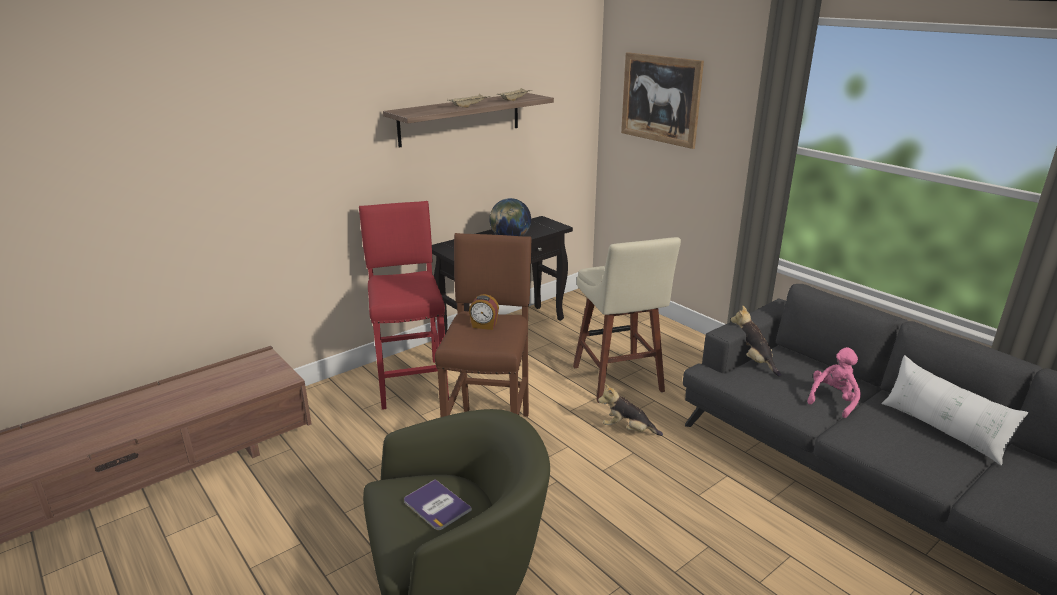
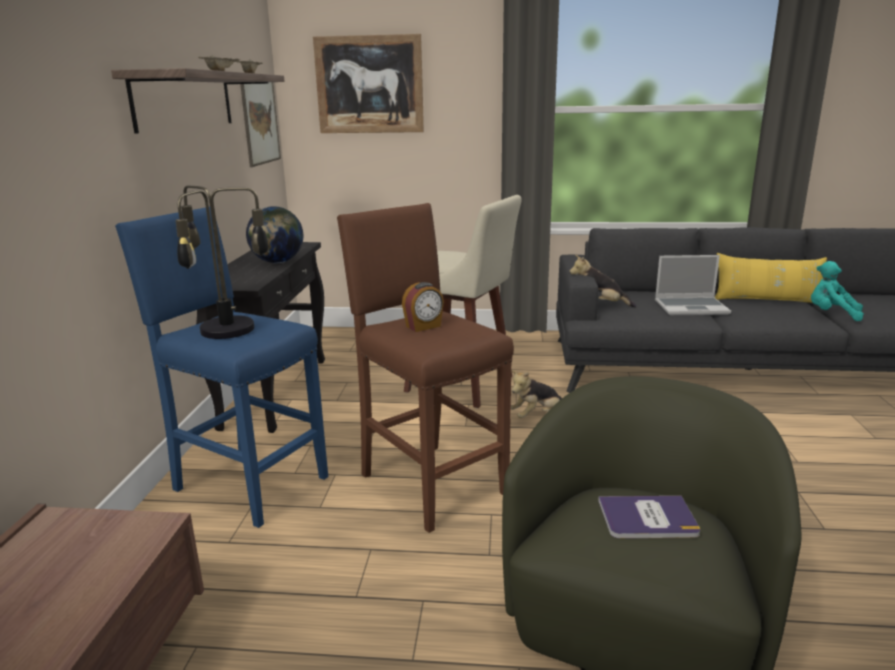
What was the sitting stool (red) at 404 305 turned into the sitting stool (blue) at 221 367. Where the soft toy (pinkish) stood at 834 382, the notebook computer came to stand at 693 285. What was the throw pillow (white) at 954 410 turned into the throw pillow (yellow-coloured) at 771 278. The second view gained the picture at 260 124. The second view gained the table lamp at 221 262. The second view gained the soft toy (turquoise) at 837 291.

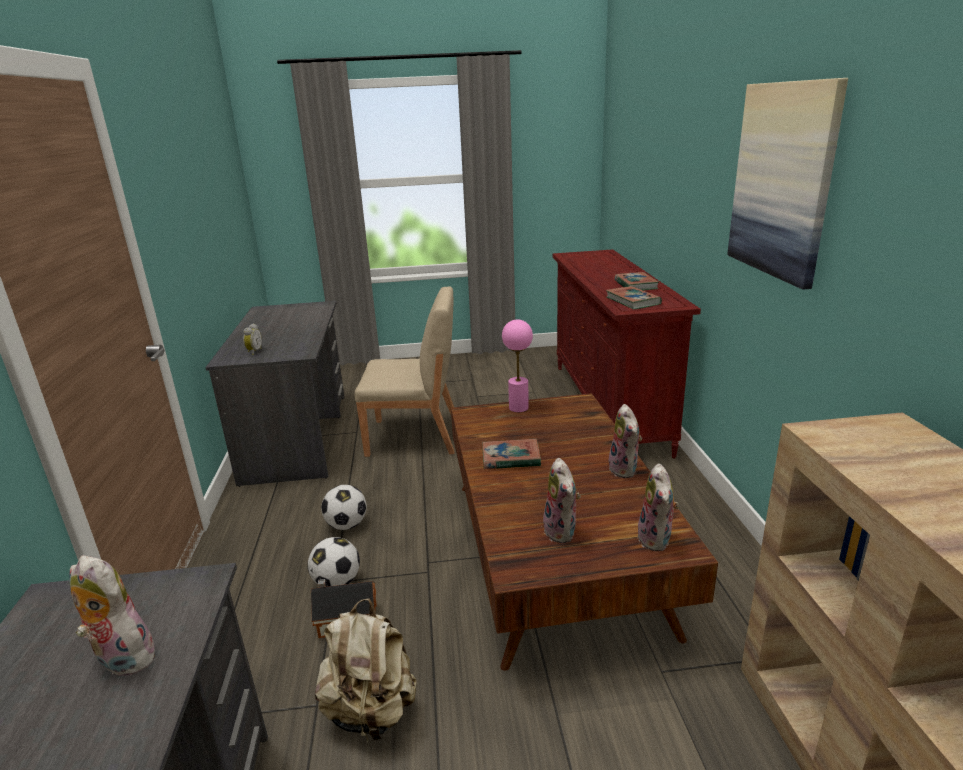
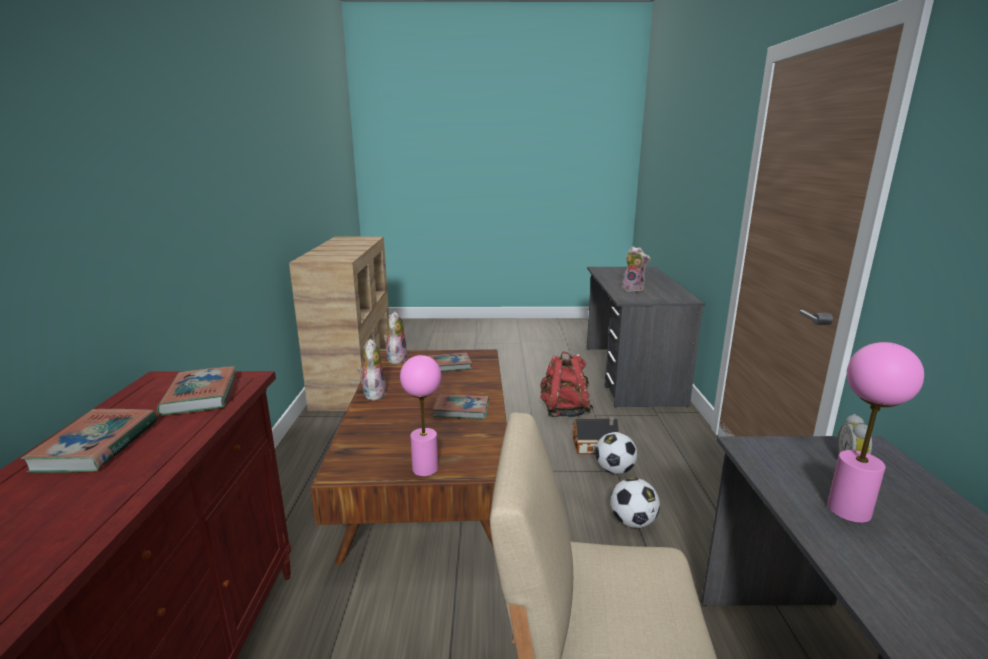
The second view lost the picture at 787 184. Where the soft toy stood at 561 500, the volume came to stand at 450 362. What was the backpack (beige-coloured) at 366 670 turned into the backpack (red) at 567 384. The second view gained the table lamp (pinkish) at 875 432.

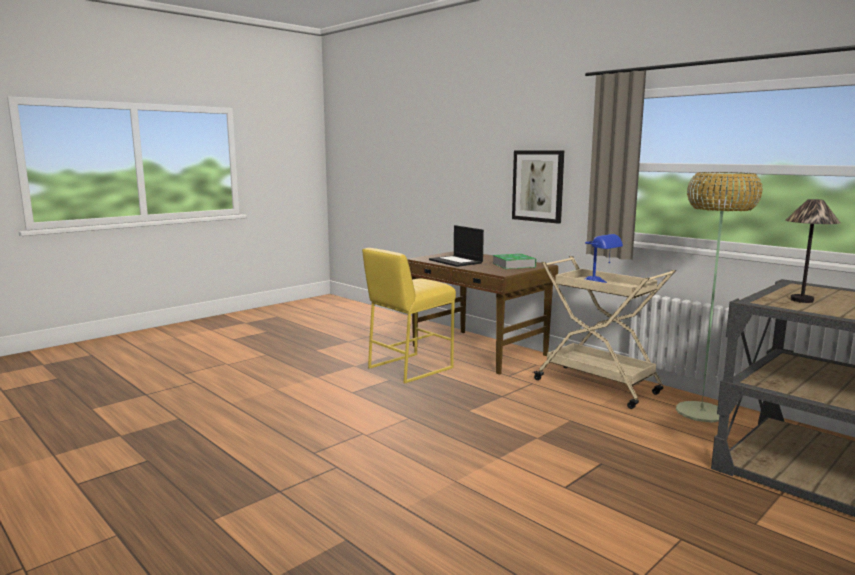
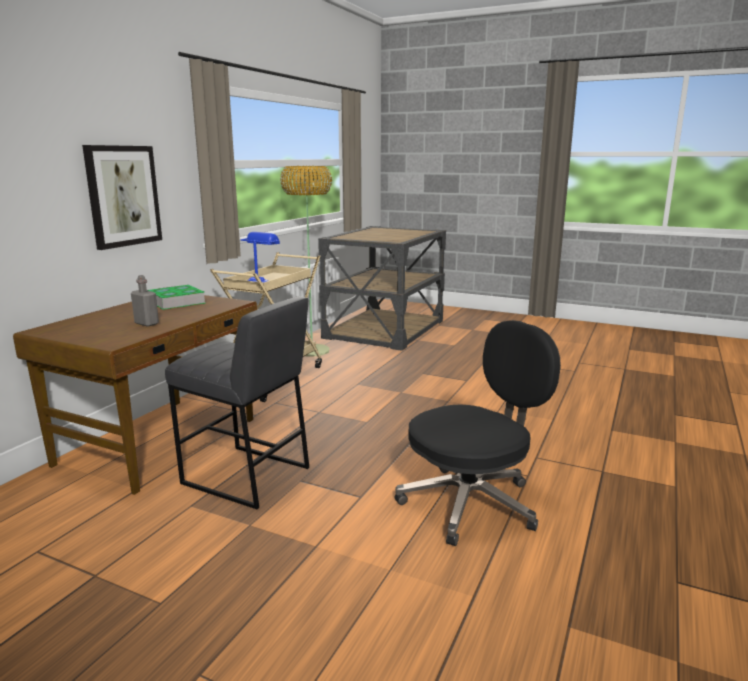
The second view lost the table lamp at 813 251. Where the notebook computer stood at 456 246, the beverage bottle (gray) came to stand at 145 301. What was the sitting stool (yellow-coloured) at 409 315 turned into the sitting stool (gray) at 237 402. The second view gained the desk chair (black) at 478 433.

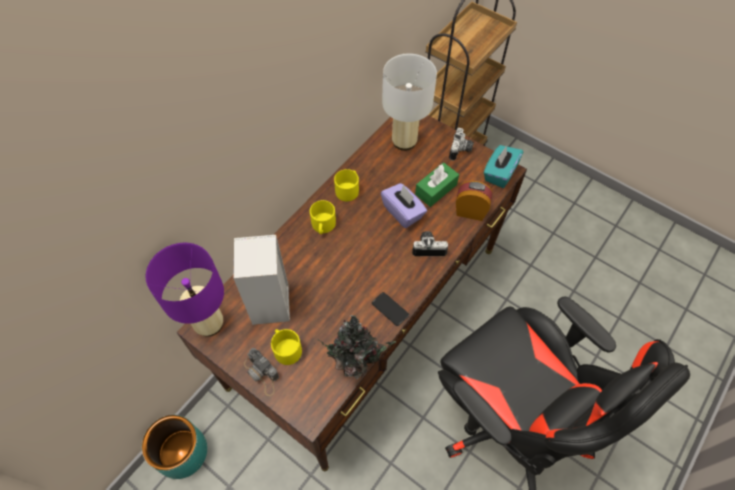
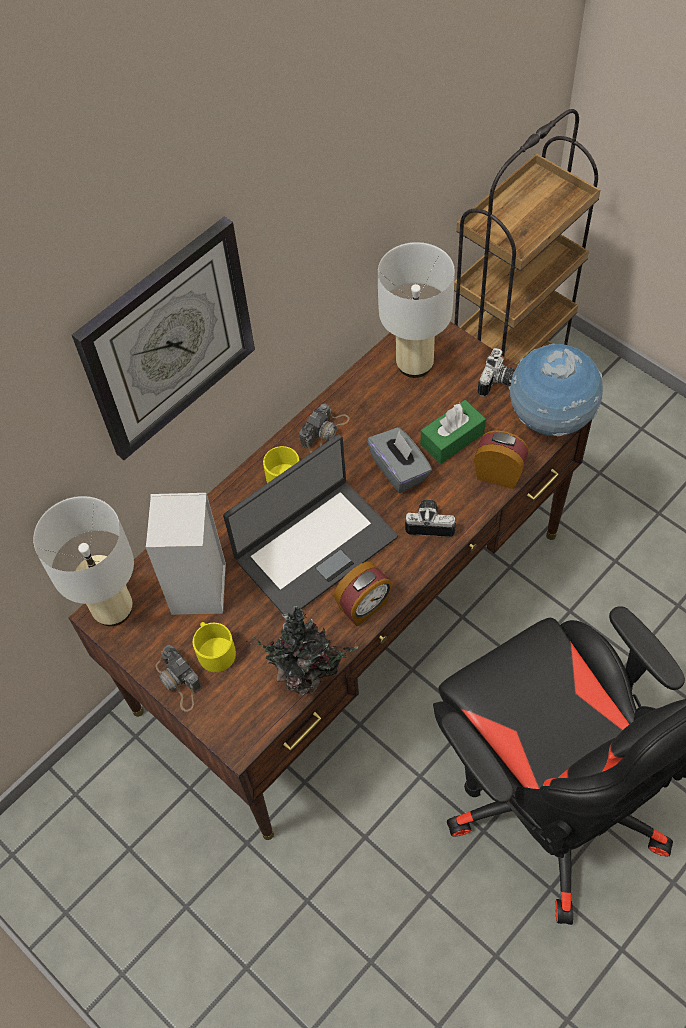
Where the tissue holder (turquoise) stood at 503 166, the world globe came to stand at 556 390. Where the mug (yellow-coloured) stood at 346 185, the still camera came to stand at 325 428. What was the tissue holder (purplish) at 404 205 turned into the tissue holder (gray) at 399 460. What was the table lamp (purplish) at 185 290 turned into the table lamp (white) at 83 561. Where the handset stood at 390 309, the table clock came to stand at 363 593. The second view lost the plant pot (turquoise) at 174 447. The second view gained the hanging clock at 163 338. The second view gained the notebook computer at 310 524.

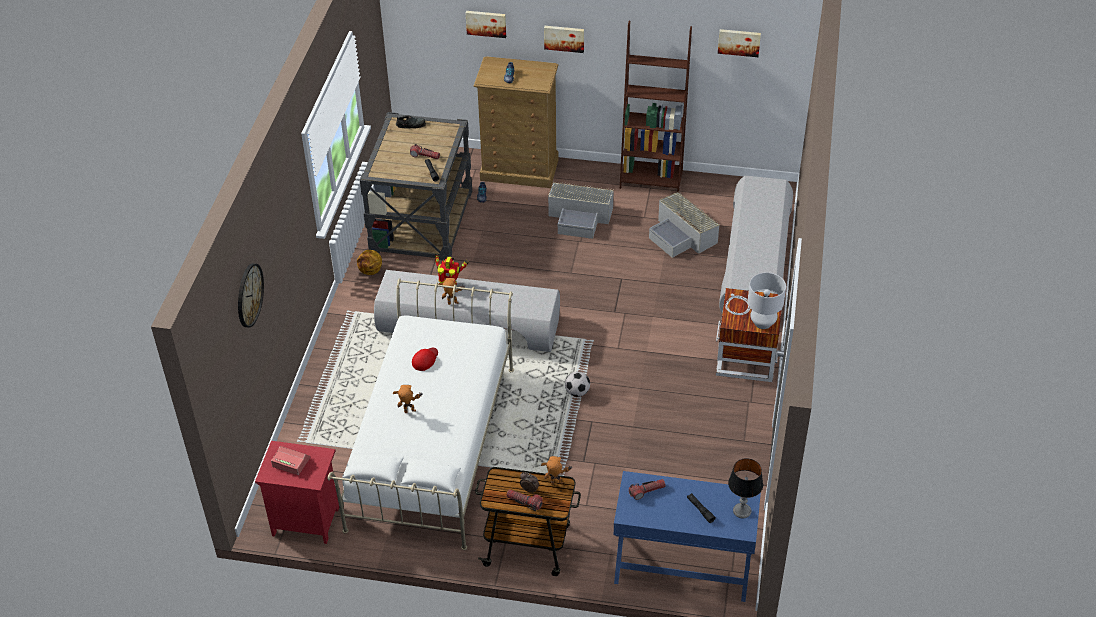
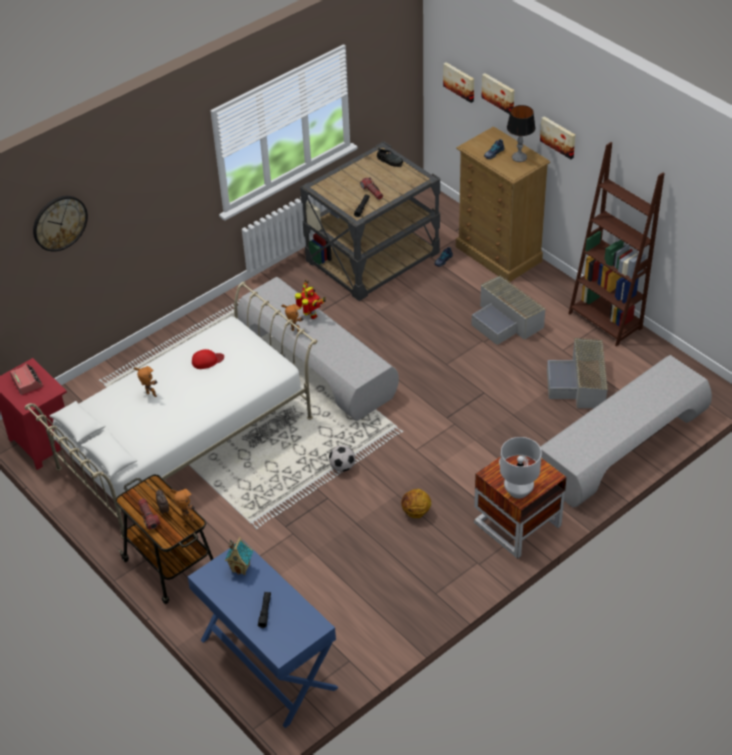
The picture ended up elsewhere, having gone from 739 43 to 458 82. The basketball ball ended up elsewhere, having gone from 369 262 to 416 503. The table lamp ended up elsewhere, having gone from 745 488 to 521 133. Where the hand torch stood at 647 489, the model house came to stand at 239 556.

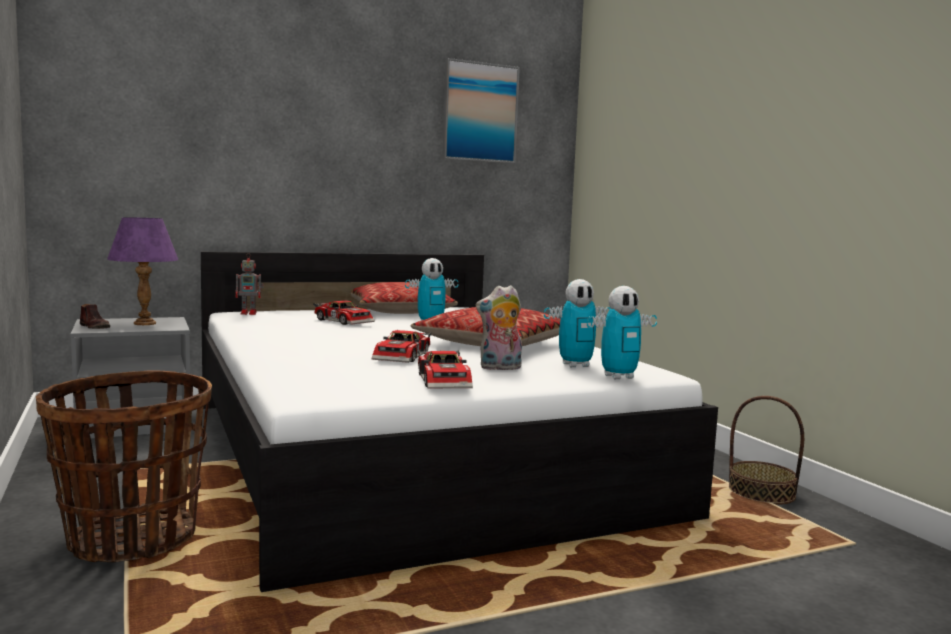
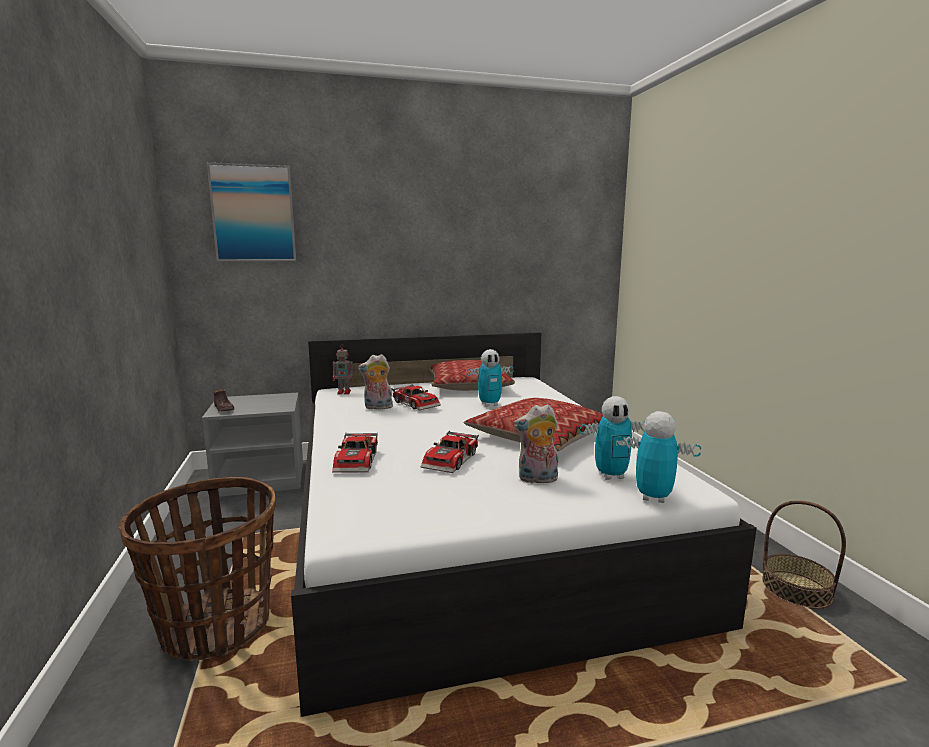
The picture ended up elsewhere, having gone from 481 110 to 251 211. The second view lost the table lamp (purplish) at 142 271. The model robot at 622 332 ended up facing another way, 150 degrees counterclockwise from before. The toy car ended up elsewhere, having gone from 445 369 to 355 452. The second view gained the soft toy at 375 382.

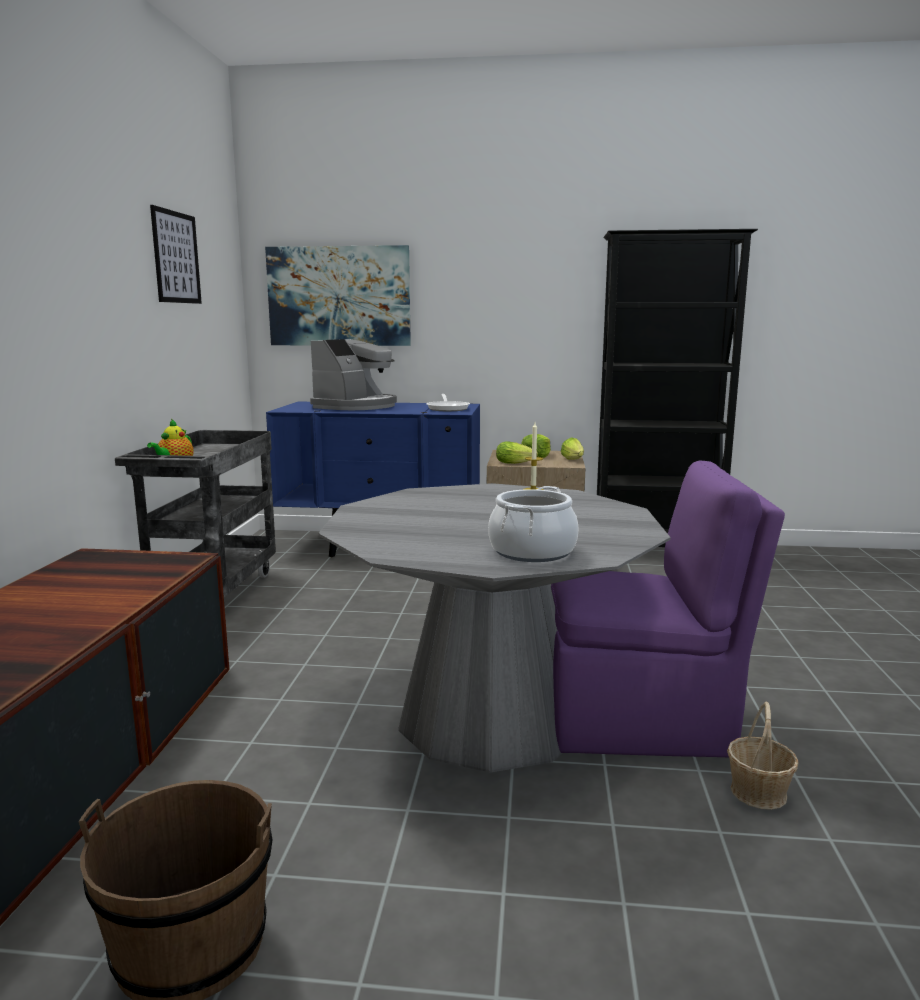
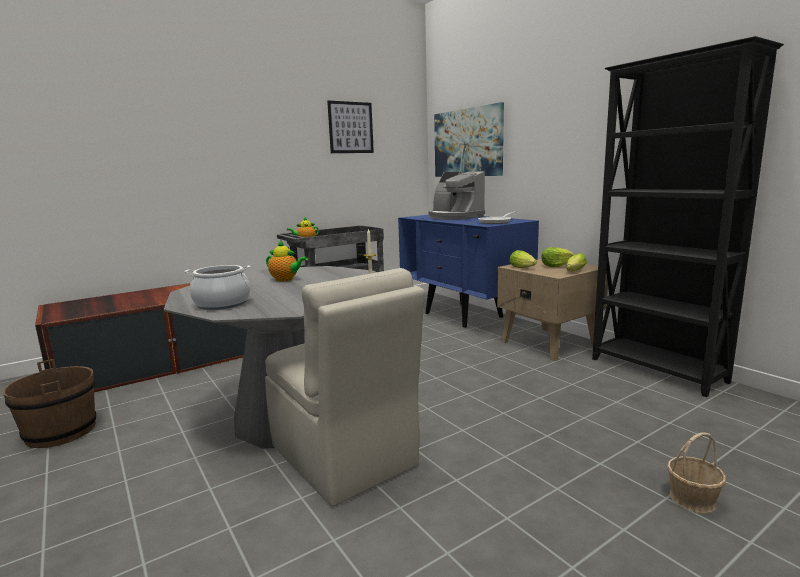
The coffee brewer at 353 374 ended up facing another way, 60 degrees clockwise from before. What was the upright chair (purplish) at 668 608 turned into the upright chair (beige-coloured) at 345 387. The storage basket ended up elsewhere, having gone from 763 756 to 696 473. The second view gained the tea pot at 287 261.

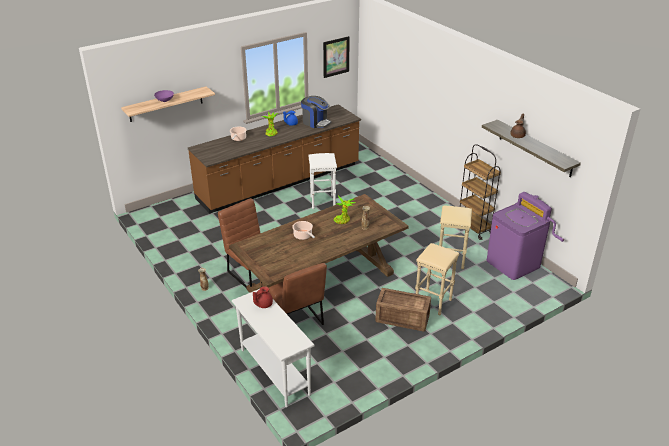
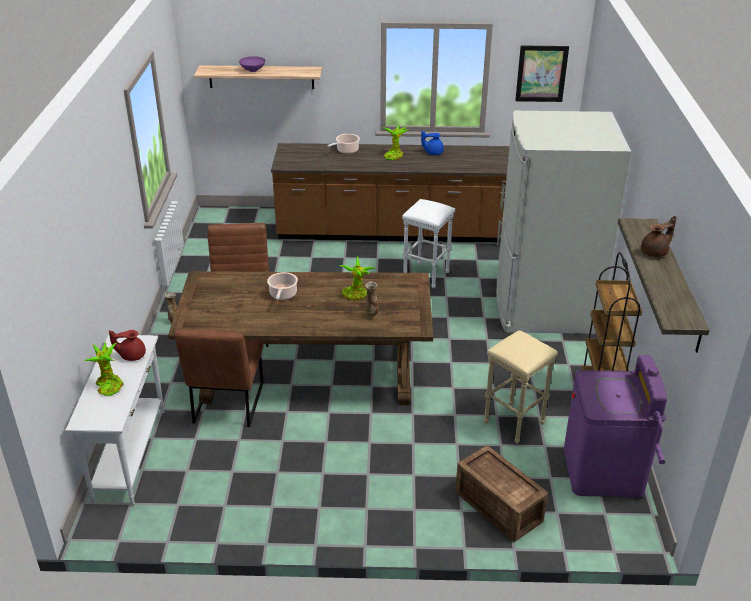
The second view lost the coffee brewer at 316 112. The second view lost the sitting stool (beige-coloured) at 437 279. The crate ended up elsewhere, having gone from 403 310 to 501 493. The second view gained the kitchen fridge (white) at 564 222. The second view gained the plant in a pot at 103 369.

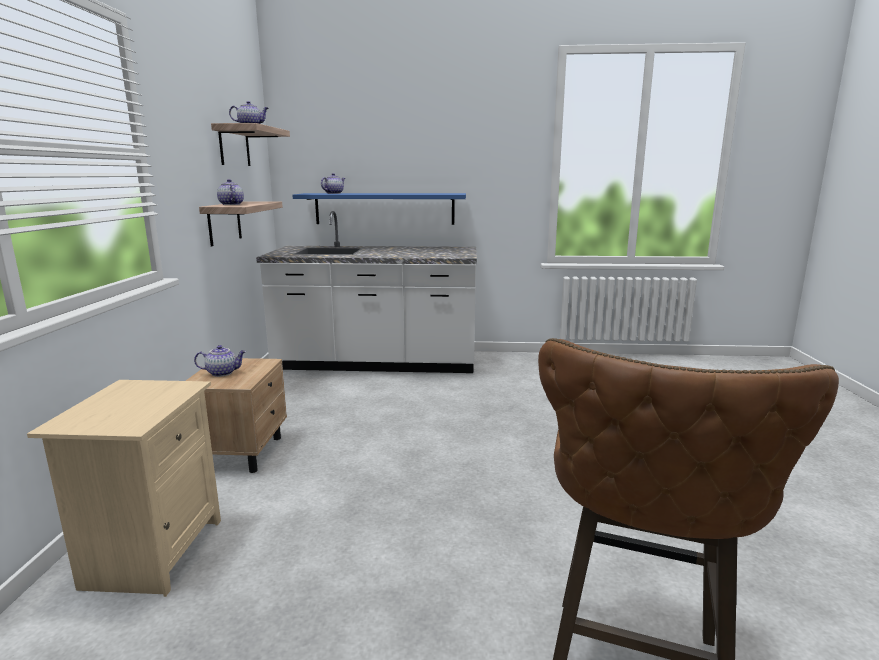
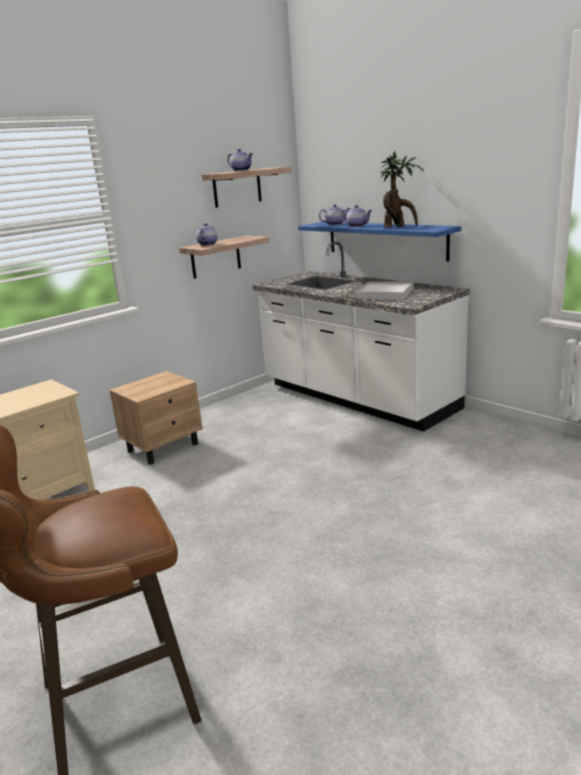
The tea pot ended up elsewhere, having gone from 220 361 to 357 216. The second view gained the plant in a pot at 402 189. The second view gained the tray (white) at 384 291.

